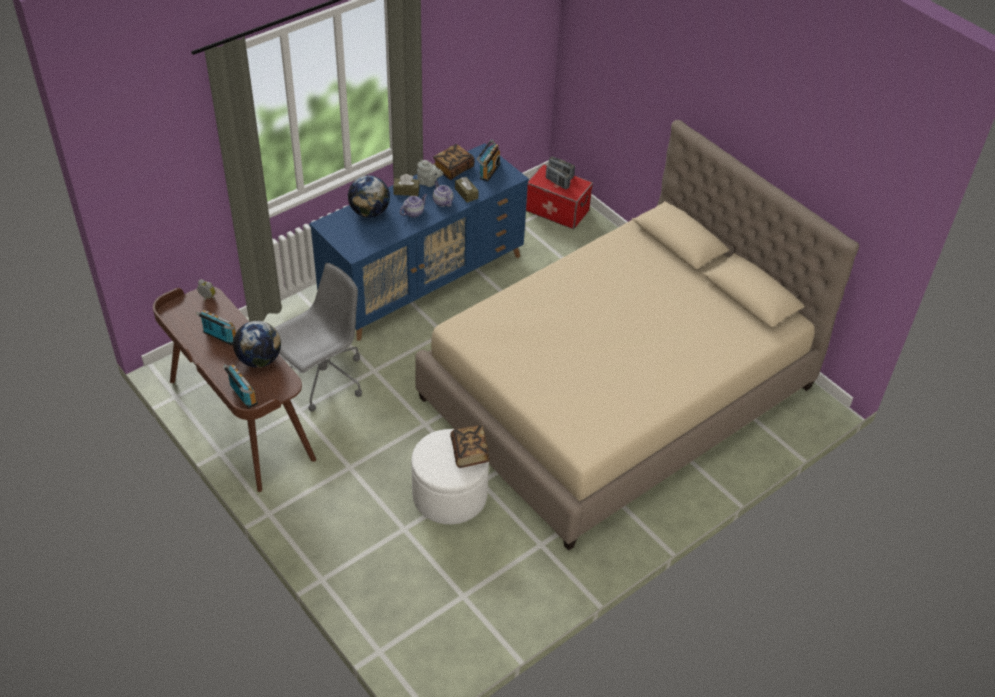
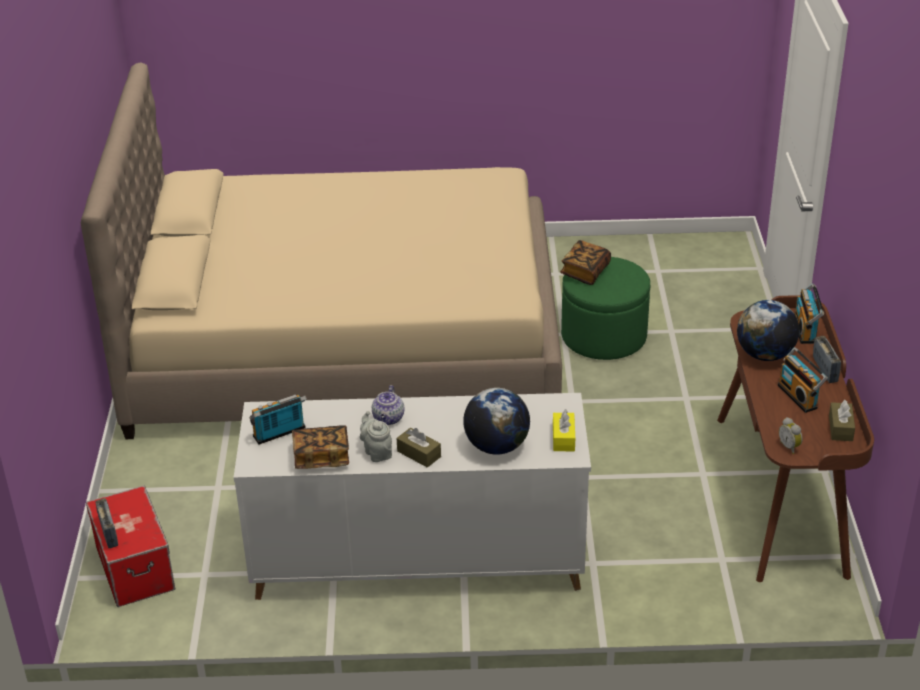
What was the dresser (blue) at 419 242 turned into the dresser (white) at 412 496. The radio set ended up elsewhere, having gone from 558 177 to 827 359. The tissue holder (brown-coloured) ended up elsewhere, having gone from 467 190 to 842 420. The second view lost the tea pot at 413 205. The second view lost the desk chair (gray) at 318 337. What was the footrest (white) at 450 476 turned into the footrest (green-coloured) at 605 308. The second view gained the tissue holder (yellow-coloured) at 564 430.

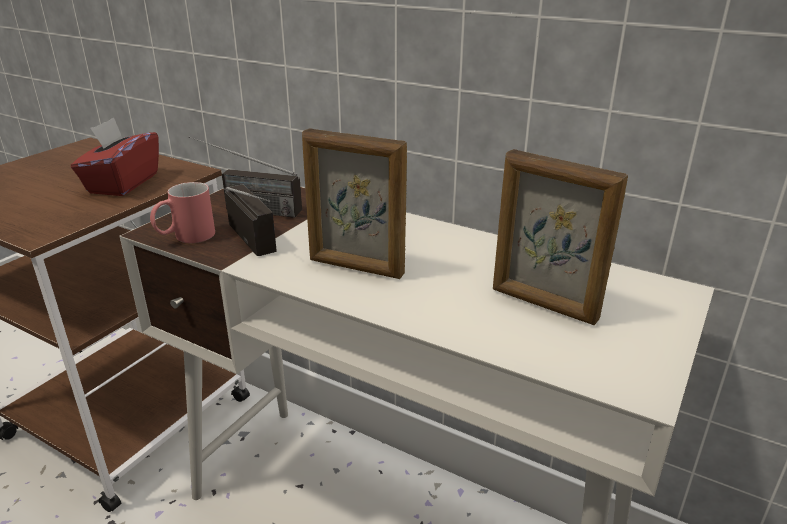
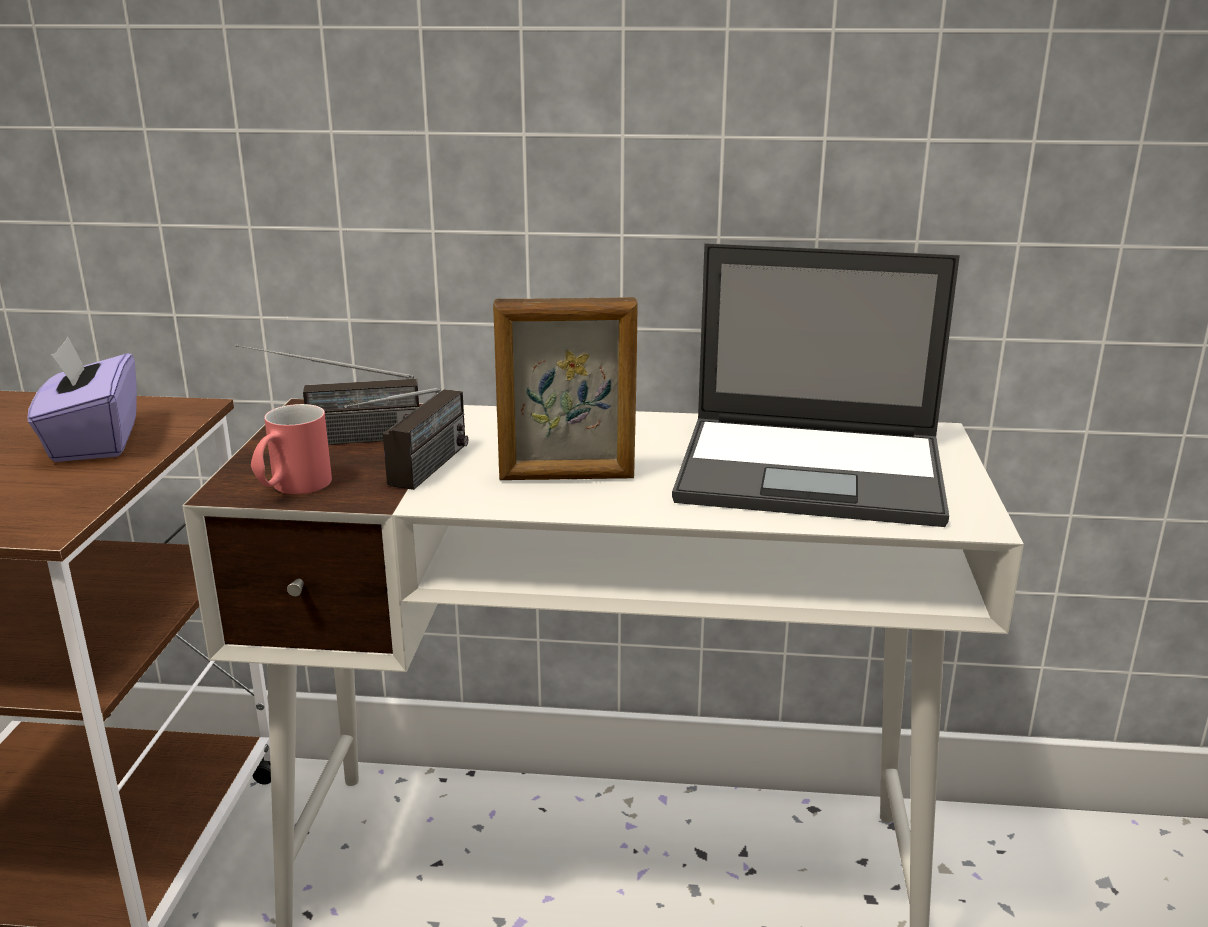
What was the tissue holder (red) at 115 157 turned into the tissue holder (purplish) at 82 399. Where the picture frame stood at 560 237, the notebook computer came to stand at 816 385. The radio set at 251 220 ended up facing another way, 75 degrees clockwise from before.

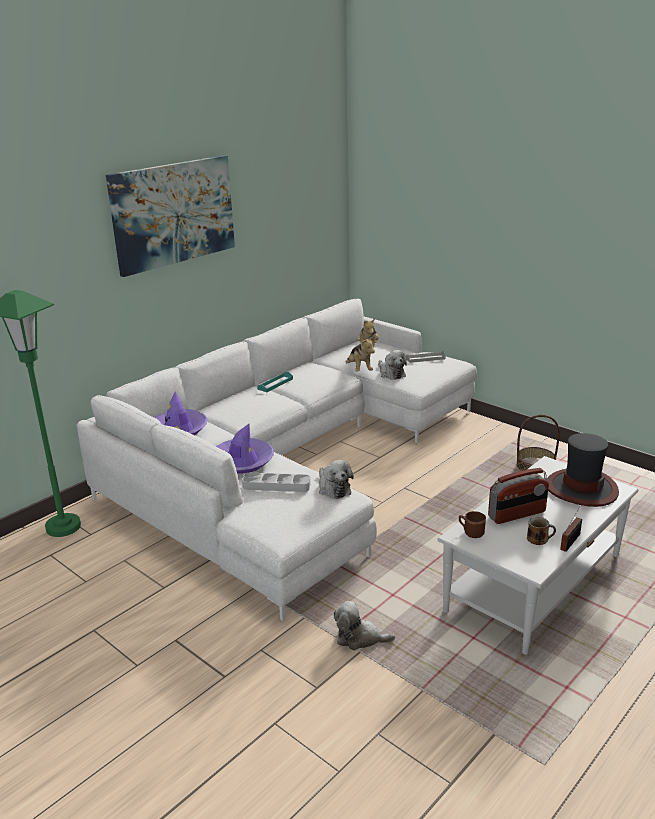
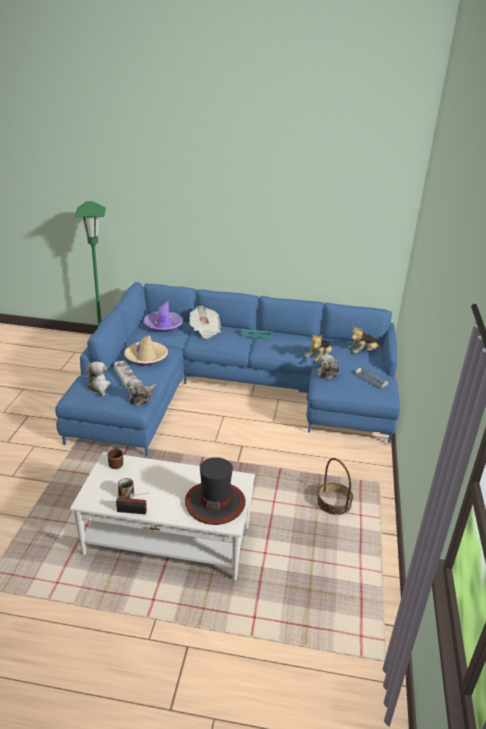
The second view lost the picture at 170 216. What was the settee (white) at 277 459 turned into the settee (blue) at 227 369. What was the wearable hat (purplish) at 245 449 turned into the wearable hat (beige-coloured) at 146 350. The second view lost the radio set at 518 496. The soft toy ended up elsewhere, having gone from 364 626 to 97 379. The second view gained the daily paper at 205 322.

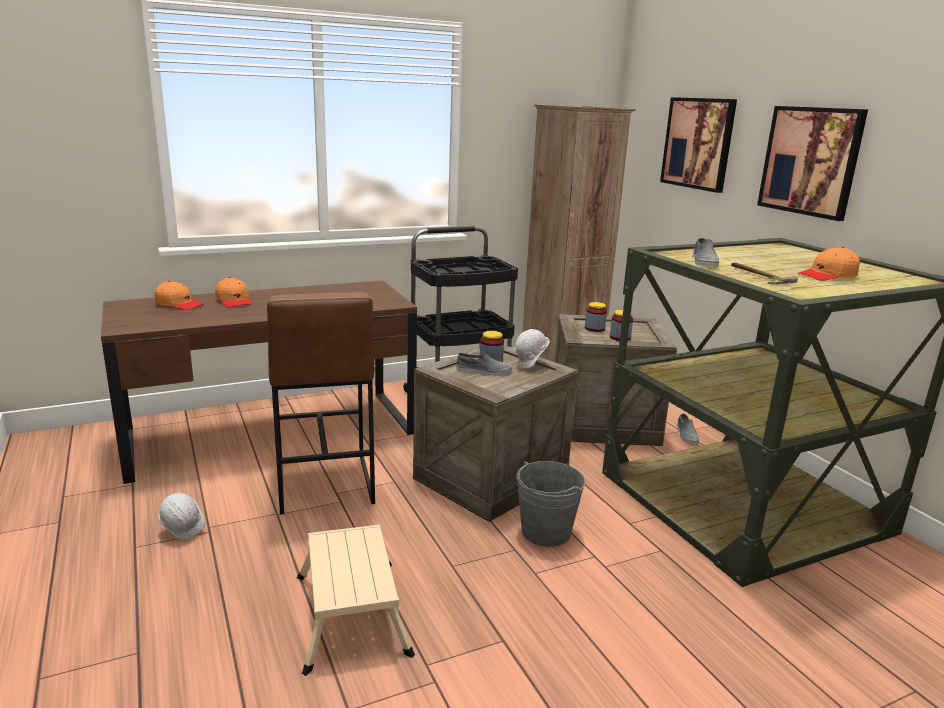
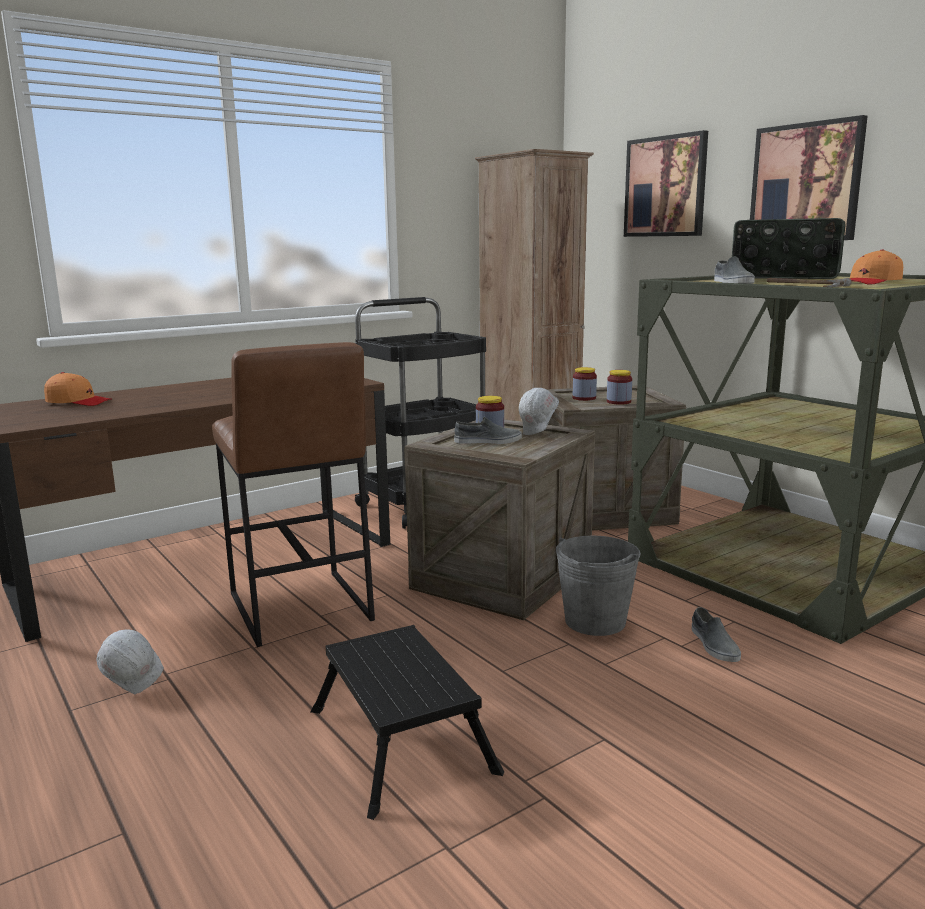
The second view lost the baseball cap (orange) at 233 292. The shoe (gray) ended up elsewhere, having gone from 688 429 to 716 634. What was the step ladder (beige-coloured) at 356 600 turned into the step ladder (black) at 407 722. The second view gained the radio set at 788 248.

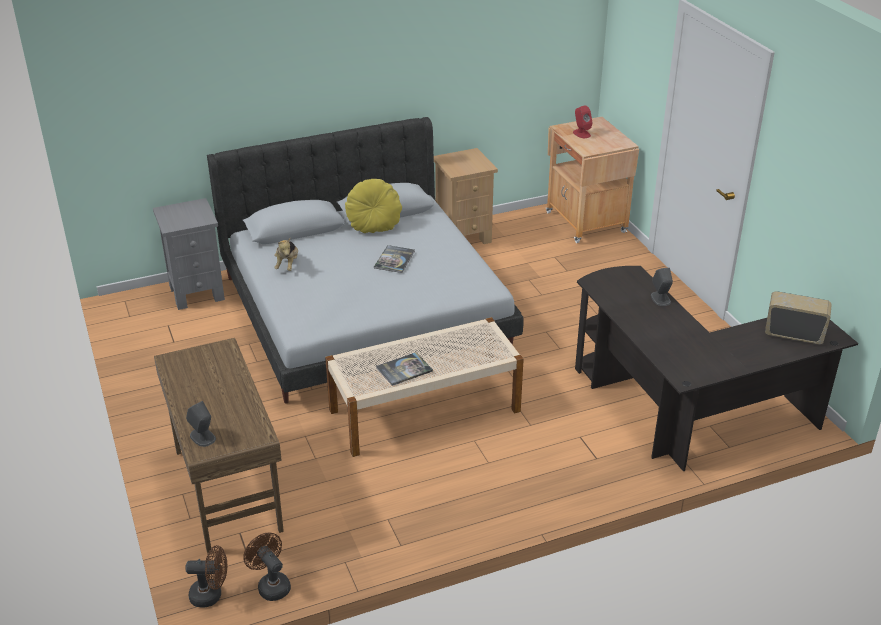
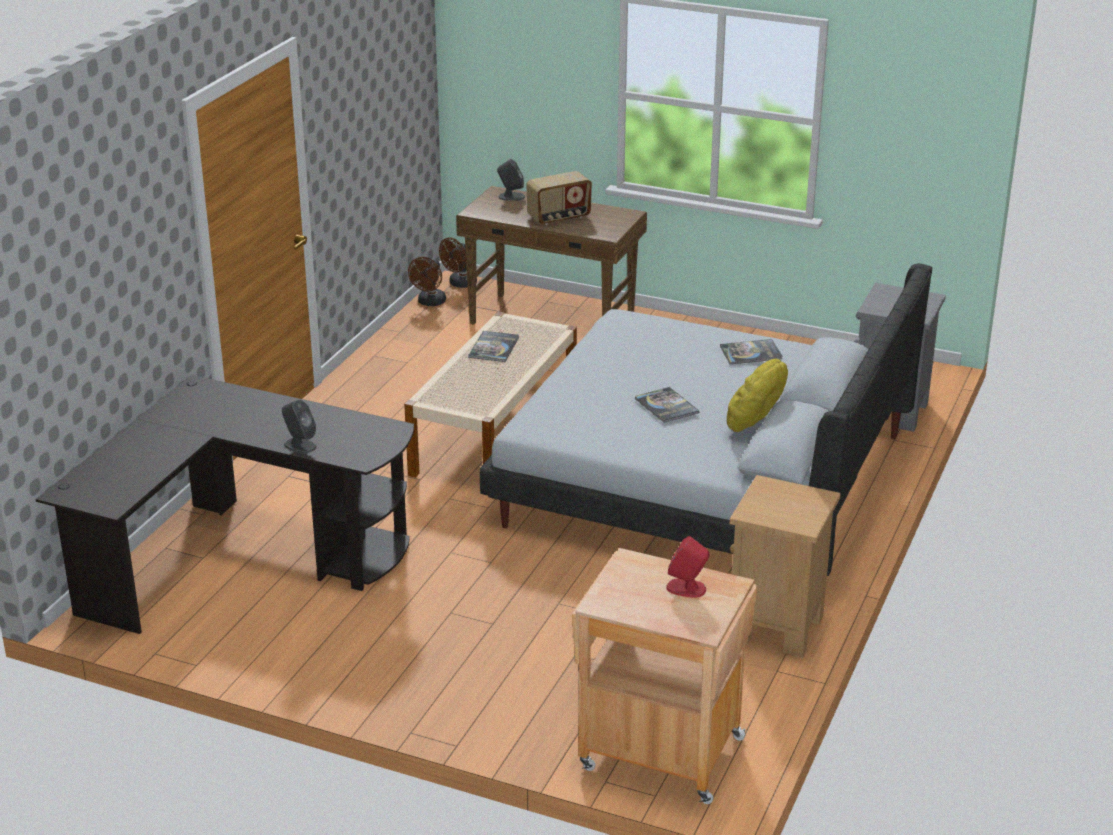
Where the soft toy stood at 286 254, the volume came to stand at 751 351. The radio set ended up elsewhere, having gone from 798 317 to 559 198. The cooling fan (brown-coloured) at 267 567 ended up facing another way, 105 degrees clockwise from before.

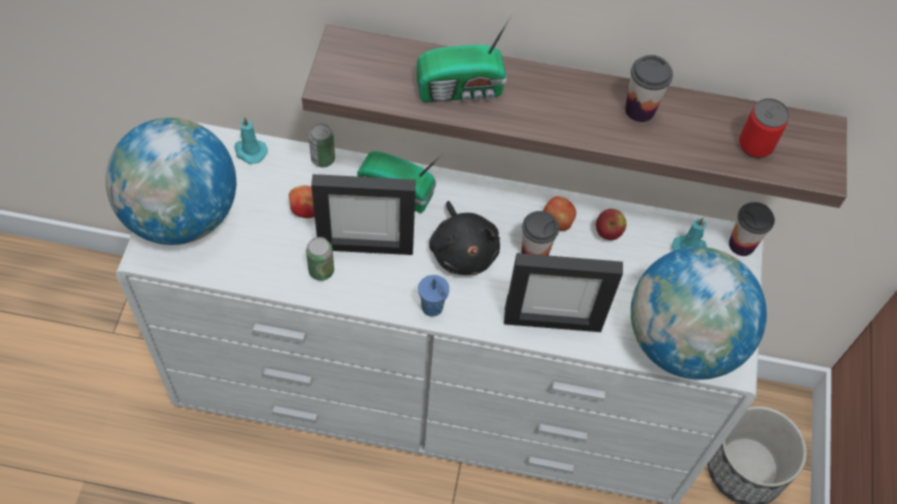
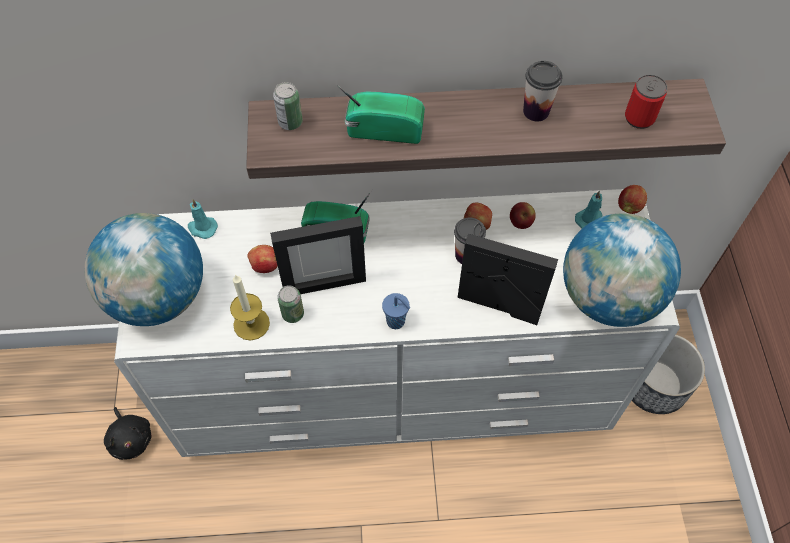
The radio set at 464 58 ended up facing another way, 150 degrees counterclockwise from before. The sealed can ended up elsewhere, having gone from 322 145 to 288 106. The soft toy (black) ended up elsewhere, having gone from 464 238 to 127 433. Where the small cup stood at 752 229, the apple came to stand at 632 199. The picture frame at 563 292 ended up facing another way, 150 degrees counterclockwise from before. The second view gained the wax light at 250 307.

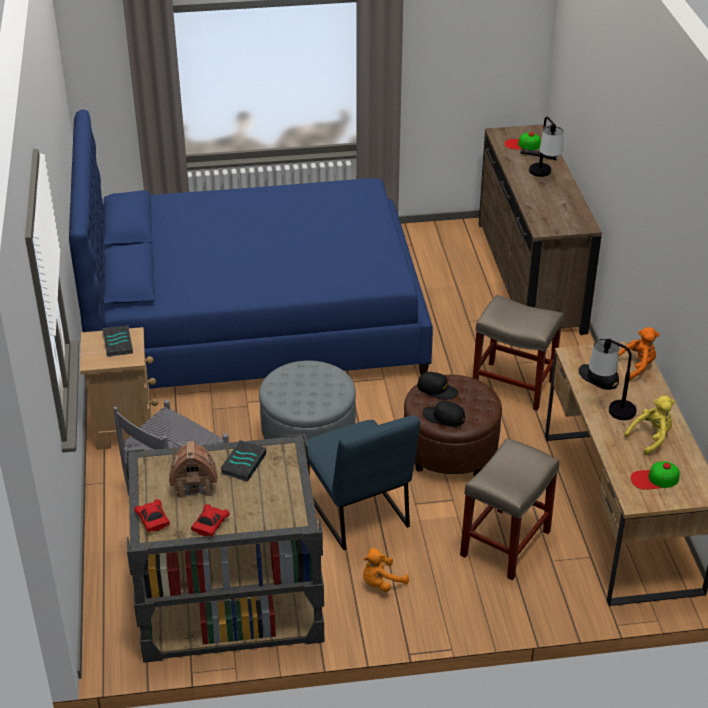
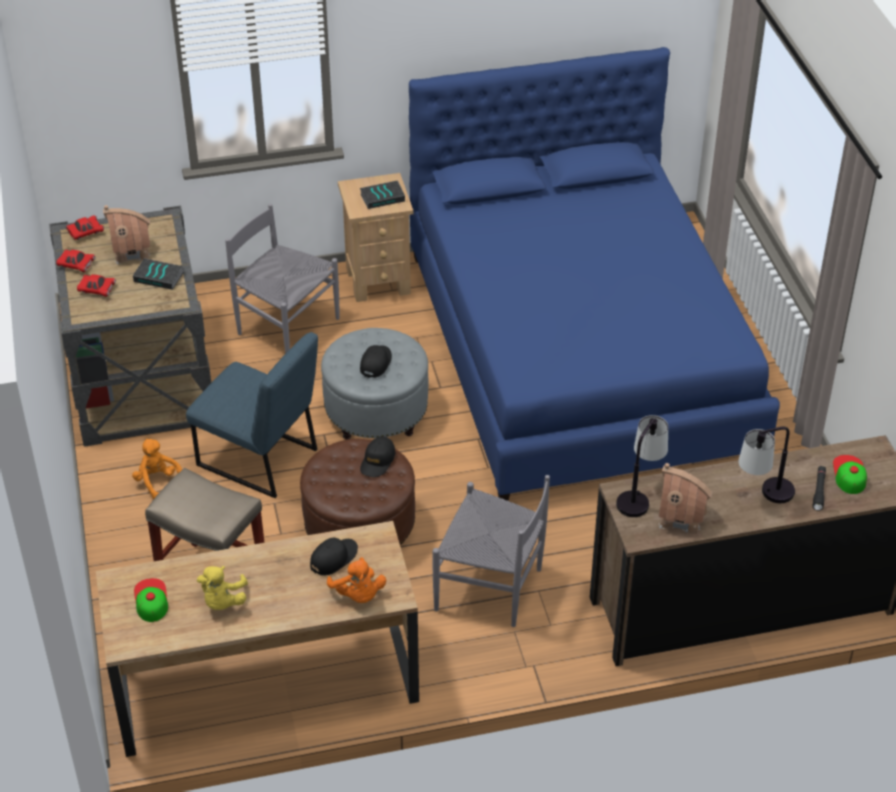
Where the sitting stool (beige-coloured) stood at 518 353, the upright chair (gray) came to stand at 491 551. The table lamp ended up elsewhere, having gone from 613 379 to 642 466. The soft toy (yellow-coloured) at 649 425 ended up facing another way, 45 degrees clockwise from before. The baseball cap (black) ended up elsewhere, having gone from 444 413 to 376 361. The upright chair (blue) at 363 482 ended up facing another way, 120 degrees counterclockwise from before. The second view gained the toy car (red) at 96 285. The second view gained the model house at 685 498.

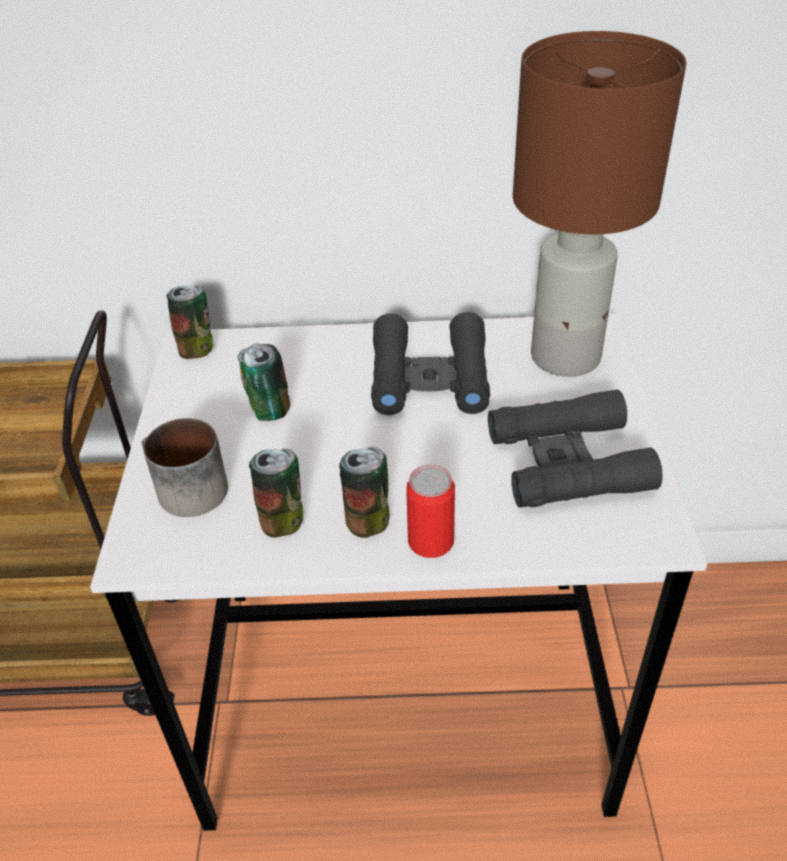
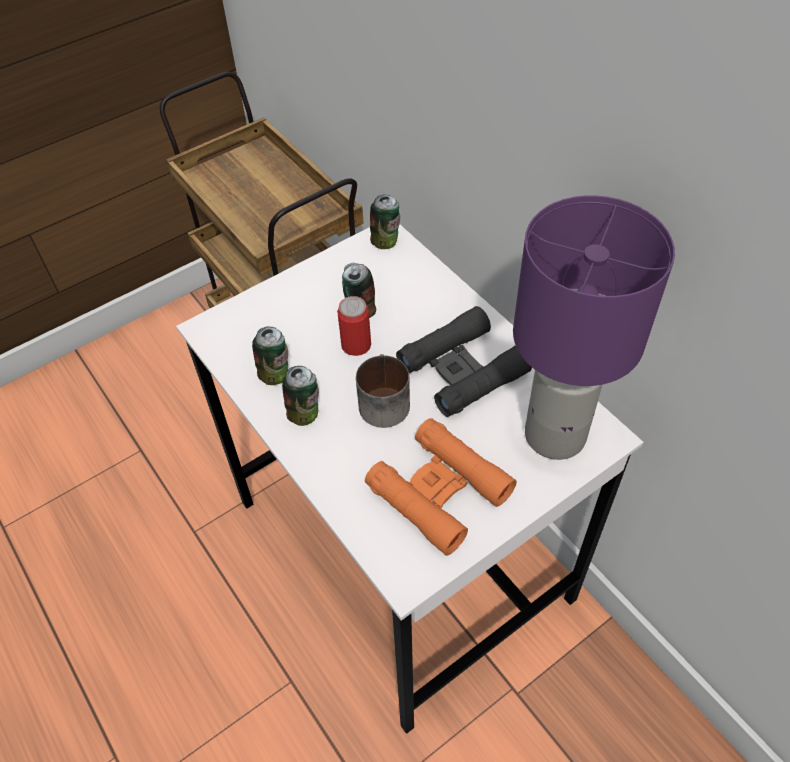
What was the table lamp (brown-coloured) at 600 204 turned into the table lamp (purplish) at 594 327. What was the binoculars (black) at 575 448 turned into the binoculars (orange) at 441 487. The mug ended up elsewhere, having gone from 185 467 to 383 391. The sealed can ended up elsewhere, having gone from 430 511 to 354 326.

